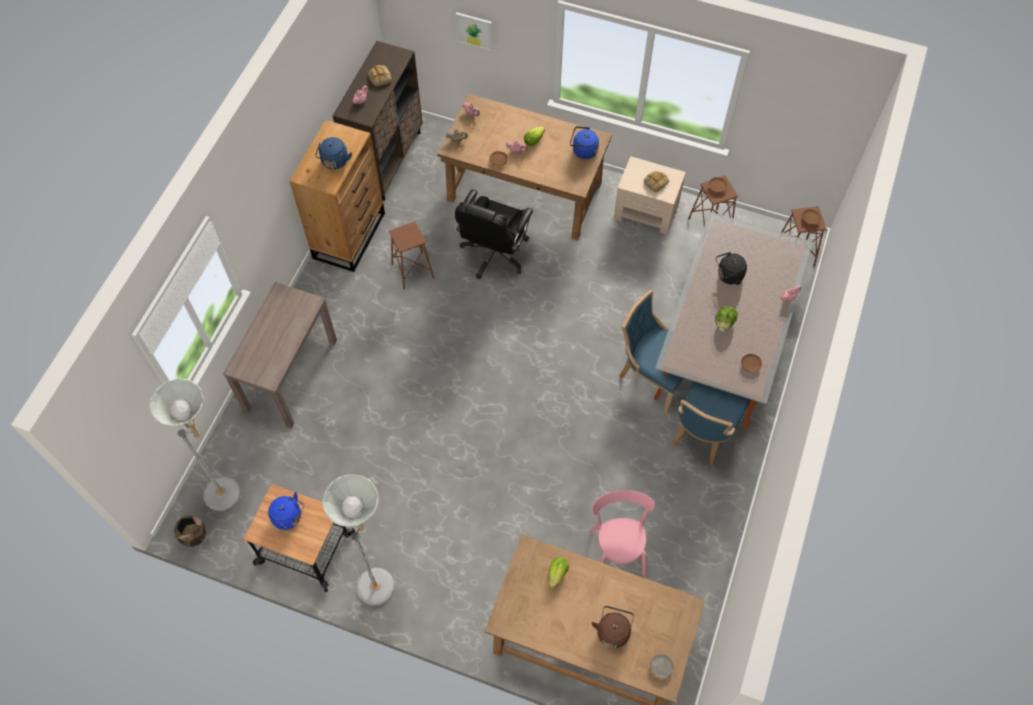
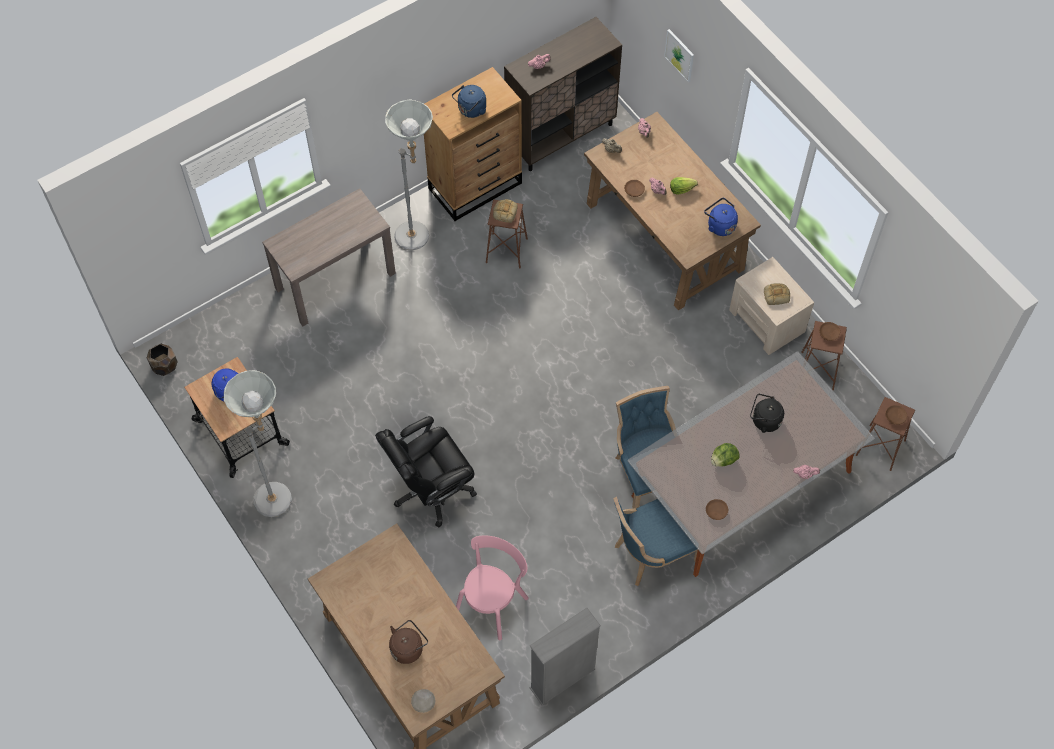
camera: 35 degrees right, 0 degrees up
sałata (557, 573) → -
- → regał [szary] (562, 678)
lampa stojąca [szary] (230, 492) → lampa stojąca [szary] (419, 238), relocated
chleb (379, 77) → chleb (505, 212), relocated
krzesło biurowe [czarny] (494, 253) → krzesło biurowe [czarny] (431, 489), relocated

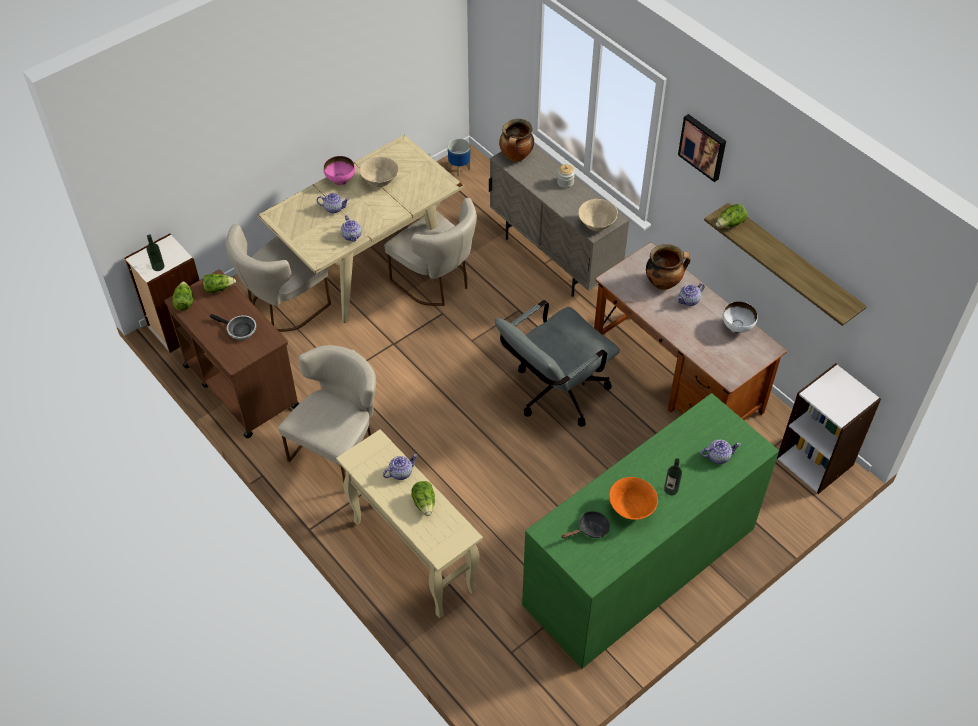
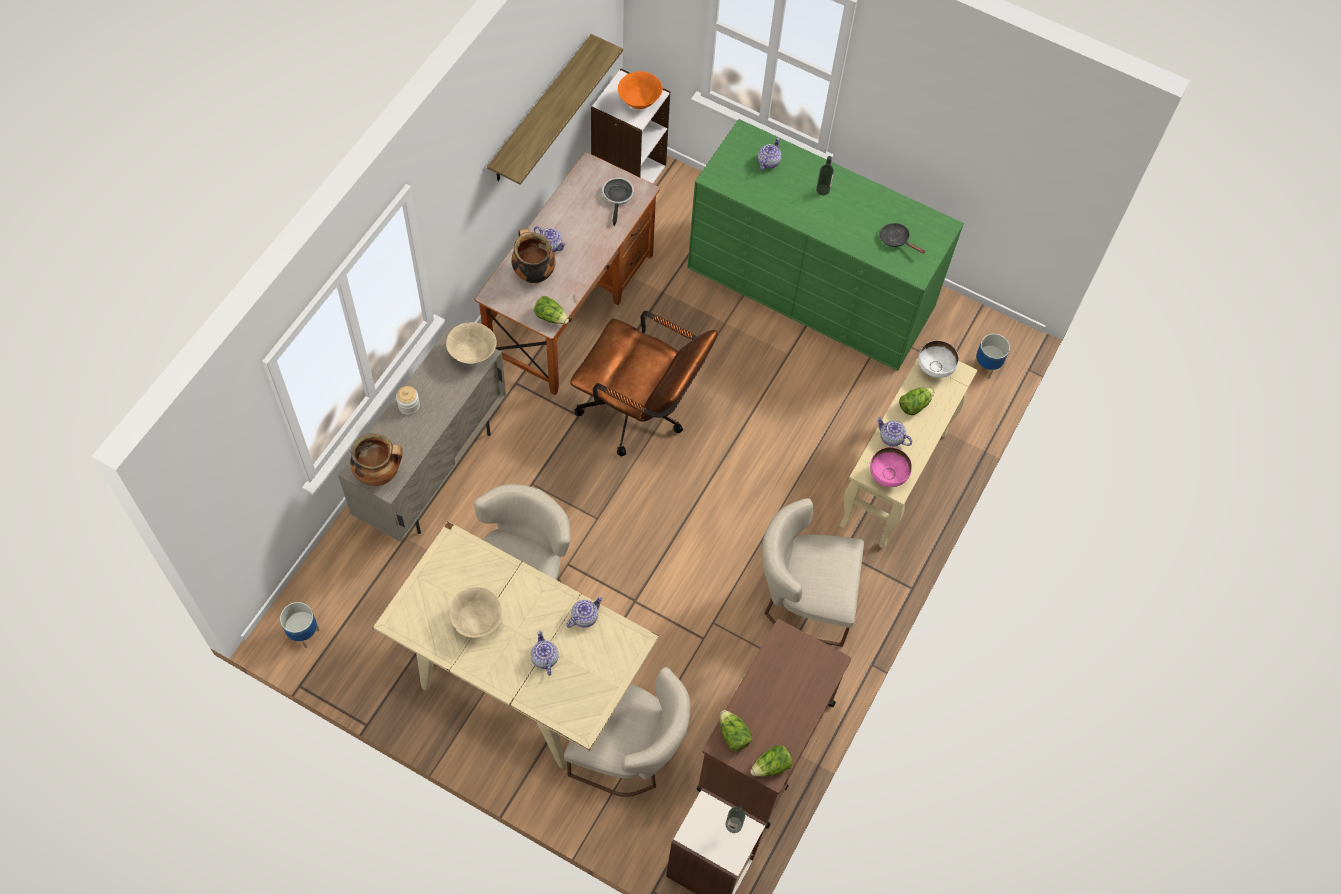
camera: 115 degrees left, 10 degrees up
obraz (703, 146) → -
- → donica (987, 366)
patelnia (239, 330) → patelnia (618, 197), relocated
miska [różowy] (341, 180) → miska [różowy] (887, 476), relocated
miska [pomarańczowy] (631, 510) → miska [pomarańczowy] (639, 102), relocated
sałata (730, 224) → sałata (551, 316), relocated
miska [biały] (737, 327) → miska [biały] (935, 369), relocated
krzesło biurowe [szary] (554, 394) → krzesło biurowe [brązowy] (640, 413)
imbryk (718, 456) → imbryk (768, 161), 60 degrees clockwise

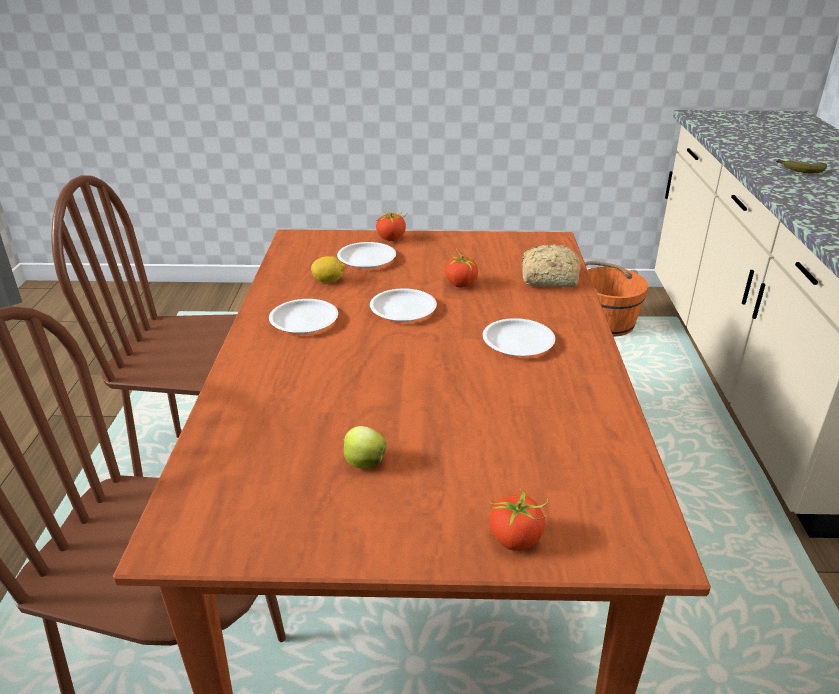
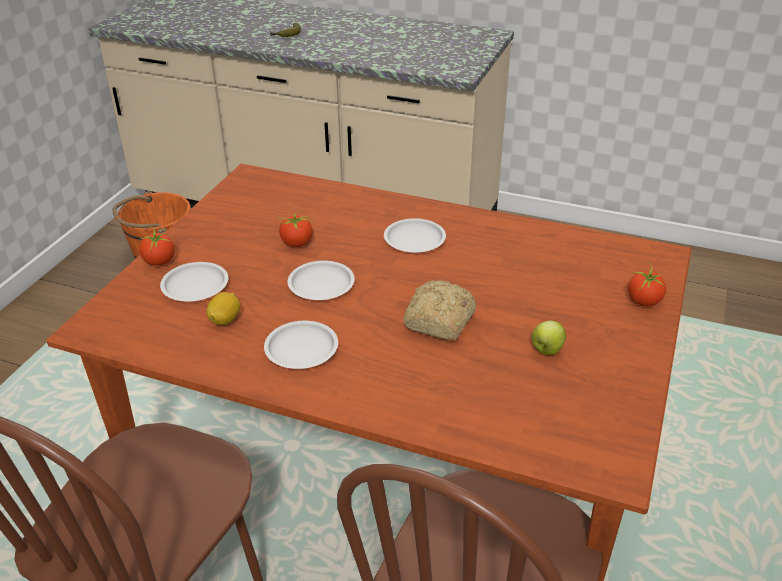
camera: 70 degrees left, 5 degrees up
chleb (547, 278) → chleb (438, 322), relocated

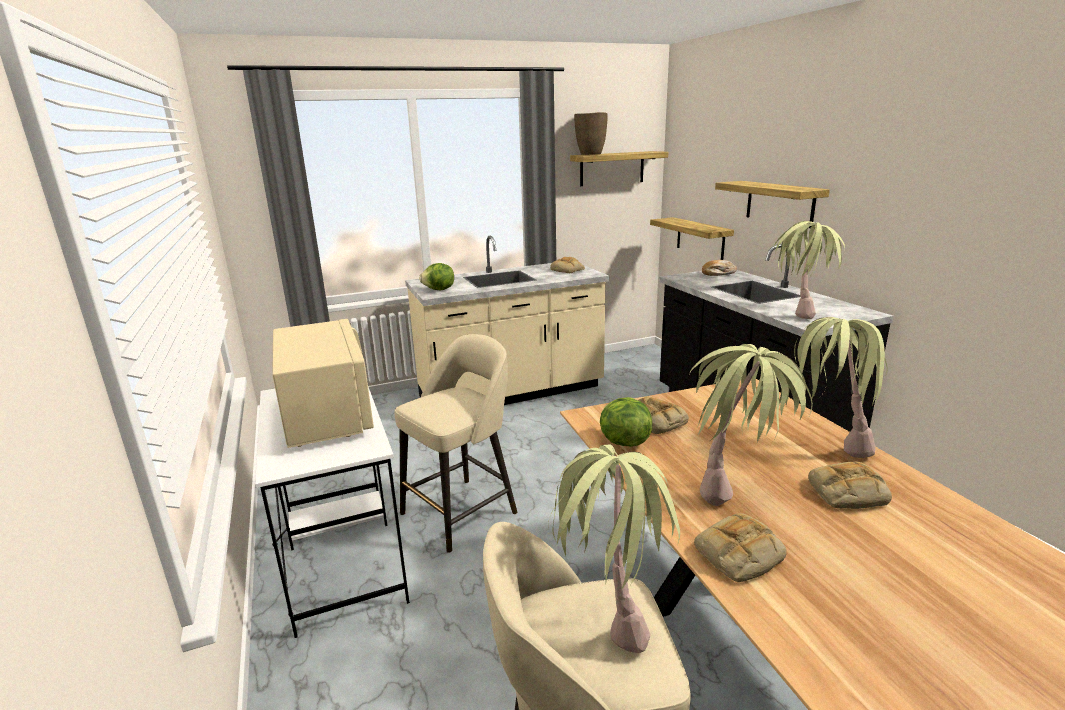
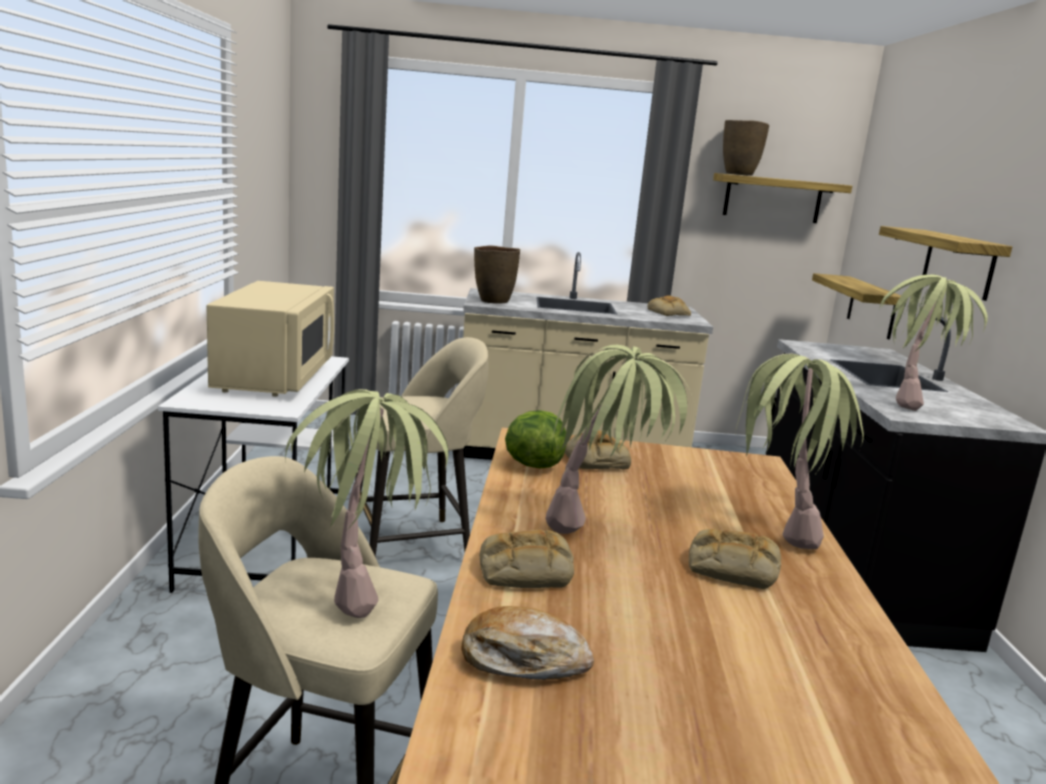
camera: 20 degrees right, 5 degrees down
chleb (718, 273) → chleb (523, 660), relocated
sałata (439, 290) → wazon [brązowy] (493, 301)

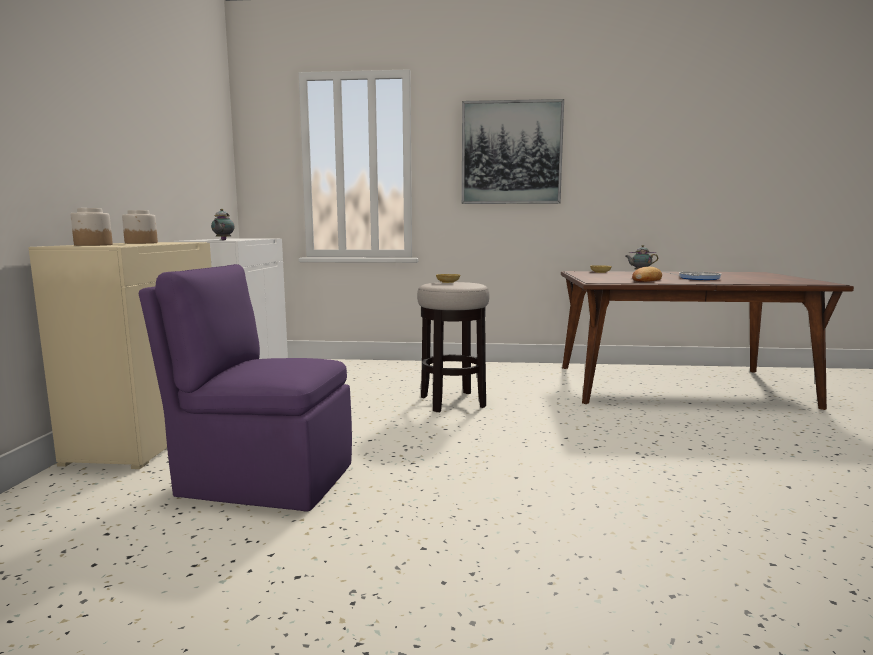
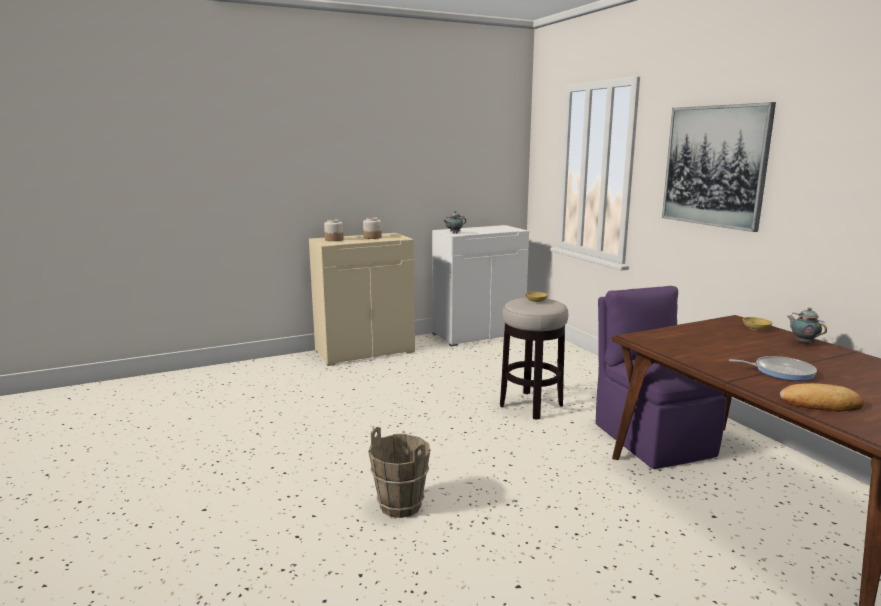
camera: 60 degrees right, 5 degrees up
- → wiadro [brązowy] (400, 505)
krzesło [fioletowy] (263, 479) → krzesło [fioletowy] (651, 438), relocated
chleb (646, 280) → chleb (820, 404), relocated

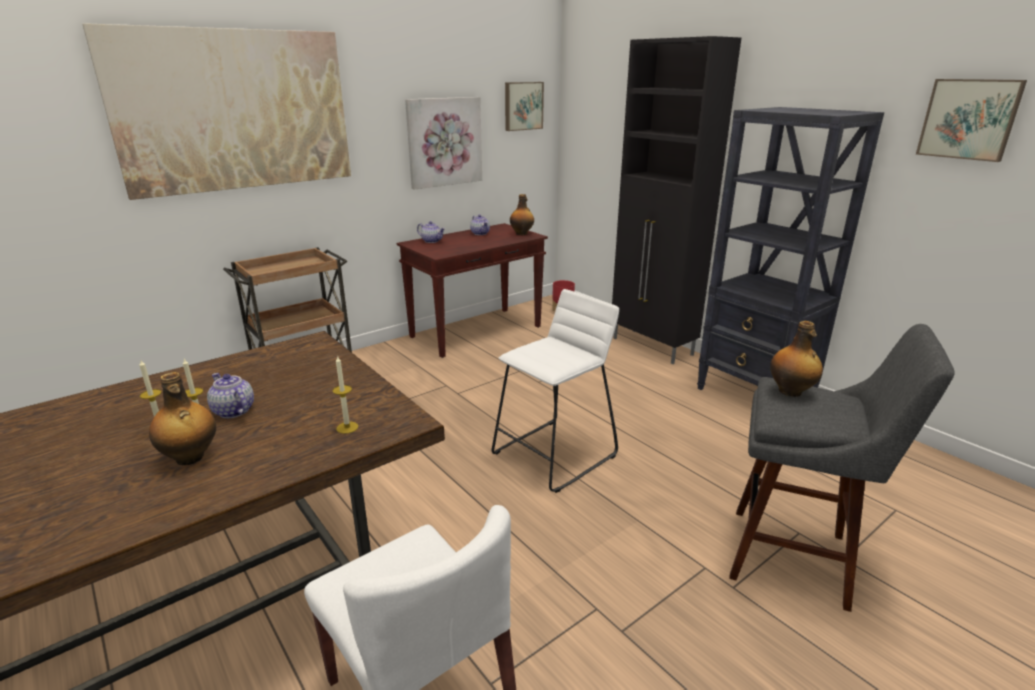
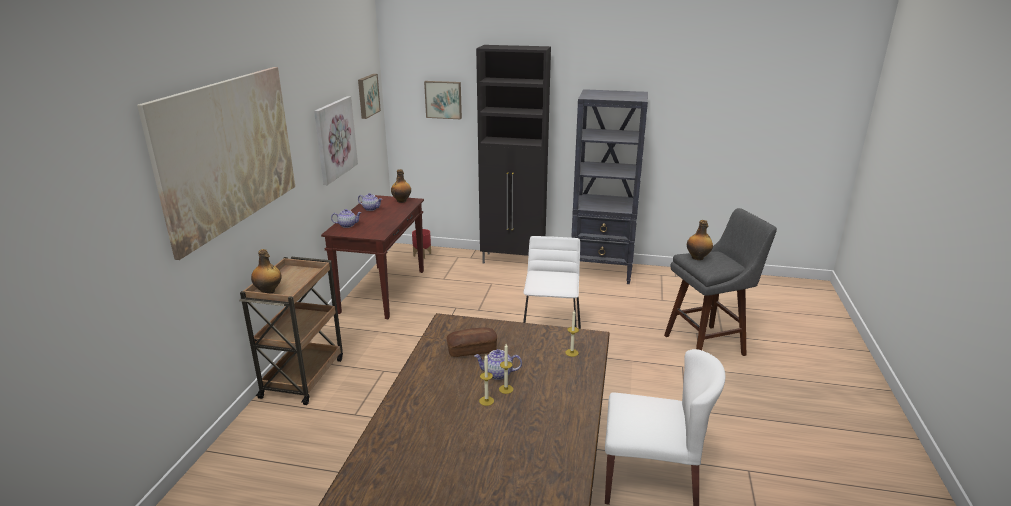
camera: 40 degrees left, 0 degrees up
- → chleb (472, 350)
butelka (190, 458) → butelka (268, 291), relocated
obraz (969, 119) → obraz (443, 99), relocated

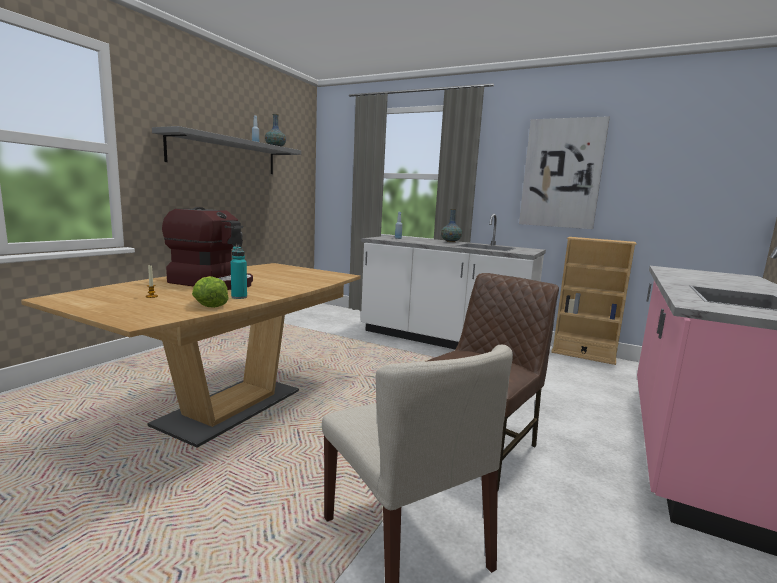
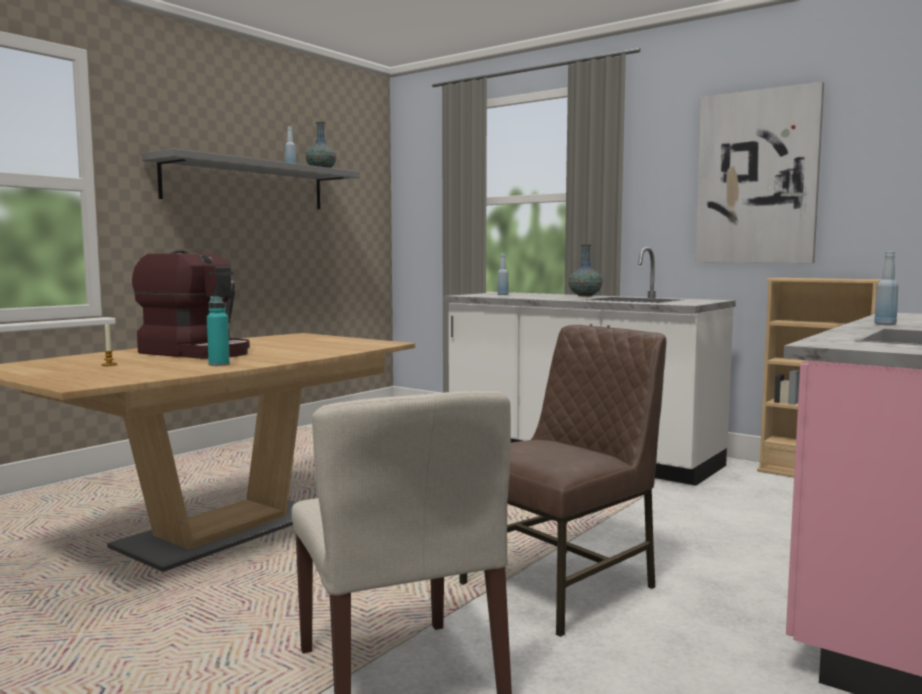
camera: 10 degrees right, 5 degrees down
sałata (209, 304) → -
- → butelka [niebieski] (885, 324)

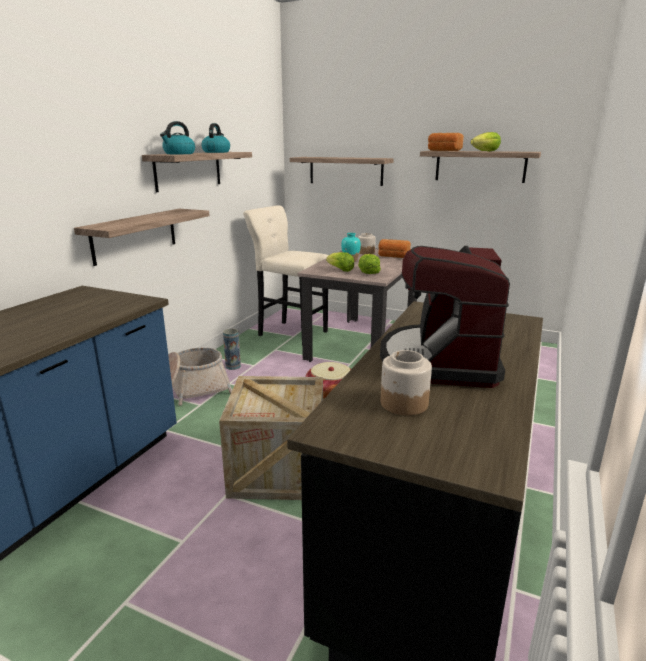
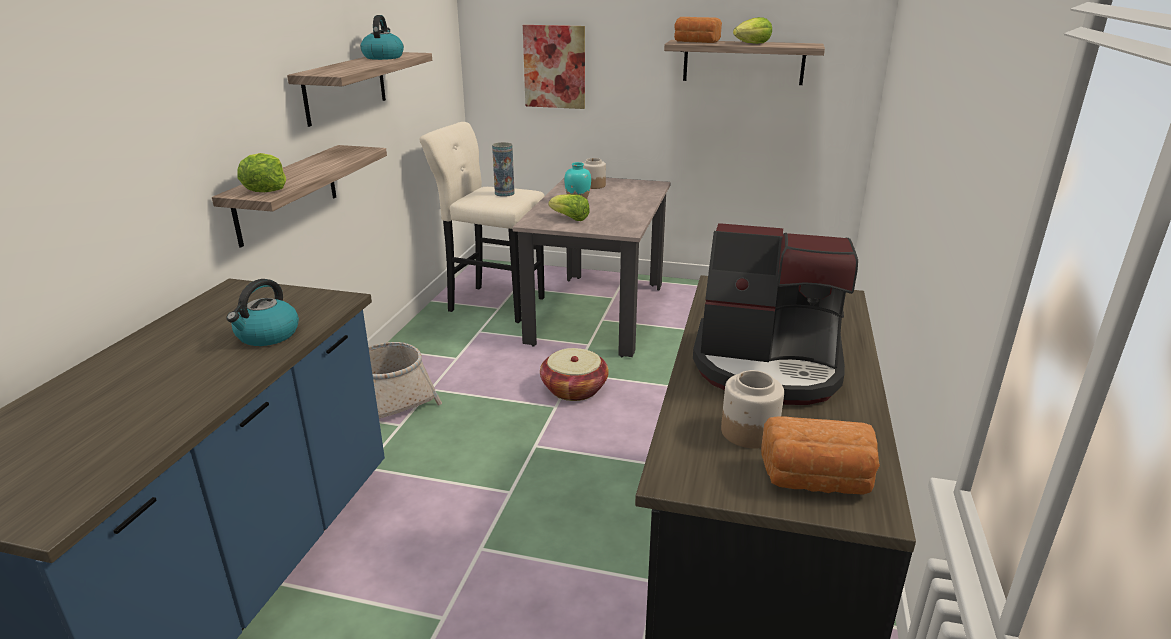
camera: 10 degrees left, 5 degrees up
skrzynka (278, 470) → -
czajnik (179, 154) → czajnik (267, 335), relocated
wazon (233, 366) → wazon (504, 193), relocated
sałata (368, 272) → sałata (265, 188), relocated
chleb (393, 257) → chleb (816, 481), relocated
półka (346, 171) → obraz (554, 67)
ekspres do kawy (440, 360) → ekspres do kawy (768, 366), 75 degrees counterclockwise

